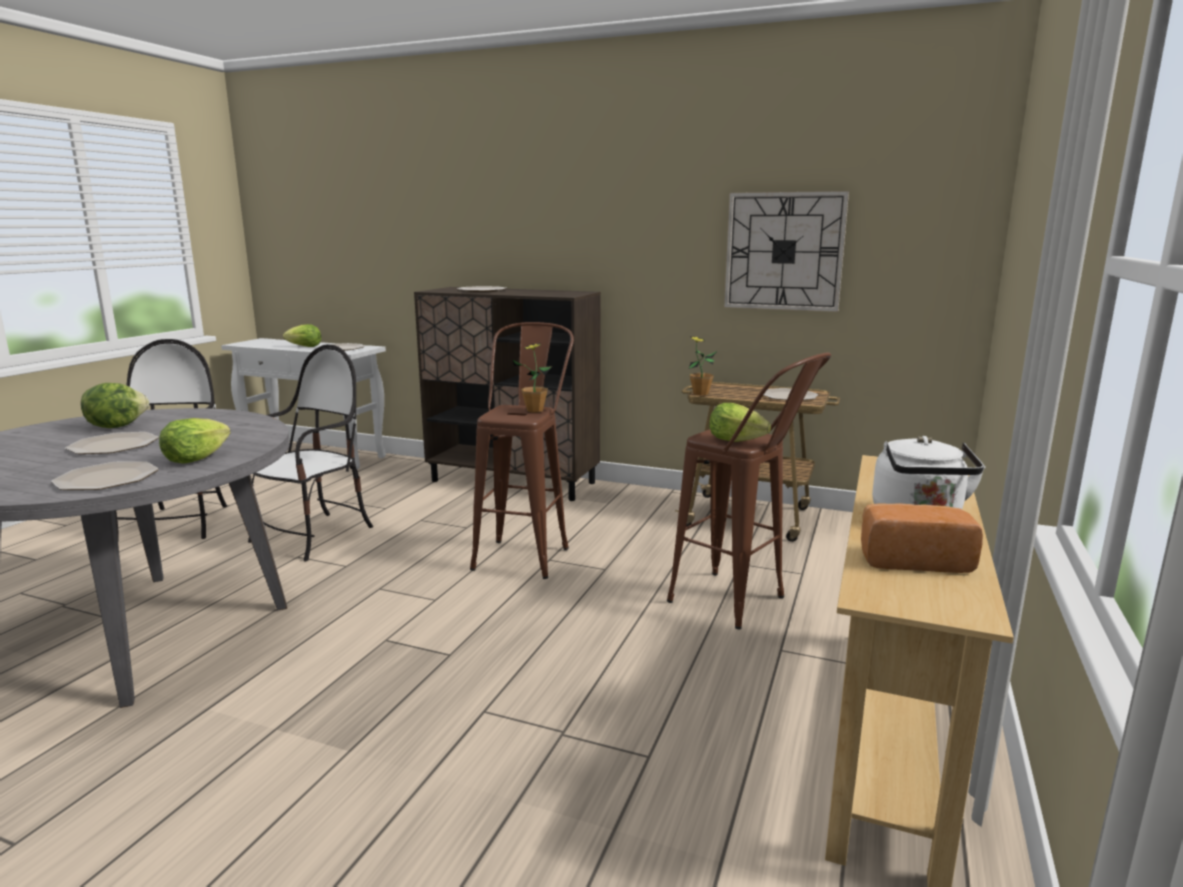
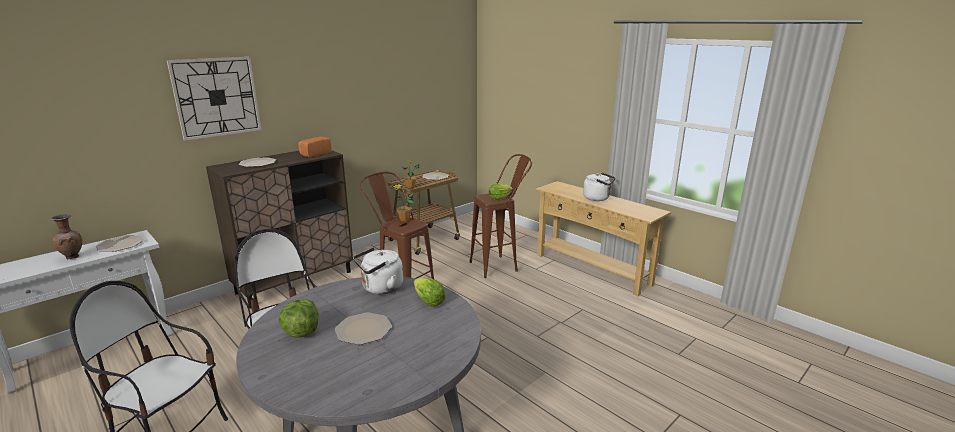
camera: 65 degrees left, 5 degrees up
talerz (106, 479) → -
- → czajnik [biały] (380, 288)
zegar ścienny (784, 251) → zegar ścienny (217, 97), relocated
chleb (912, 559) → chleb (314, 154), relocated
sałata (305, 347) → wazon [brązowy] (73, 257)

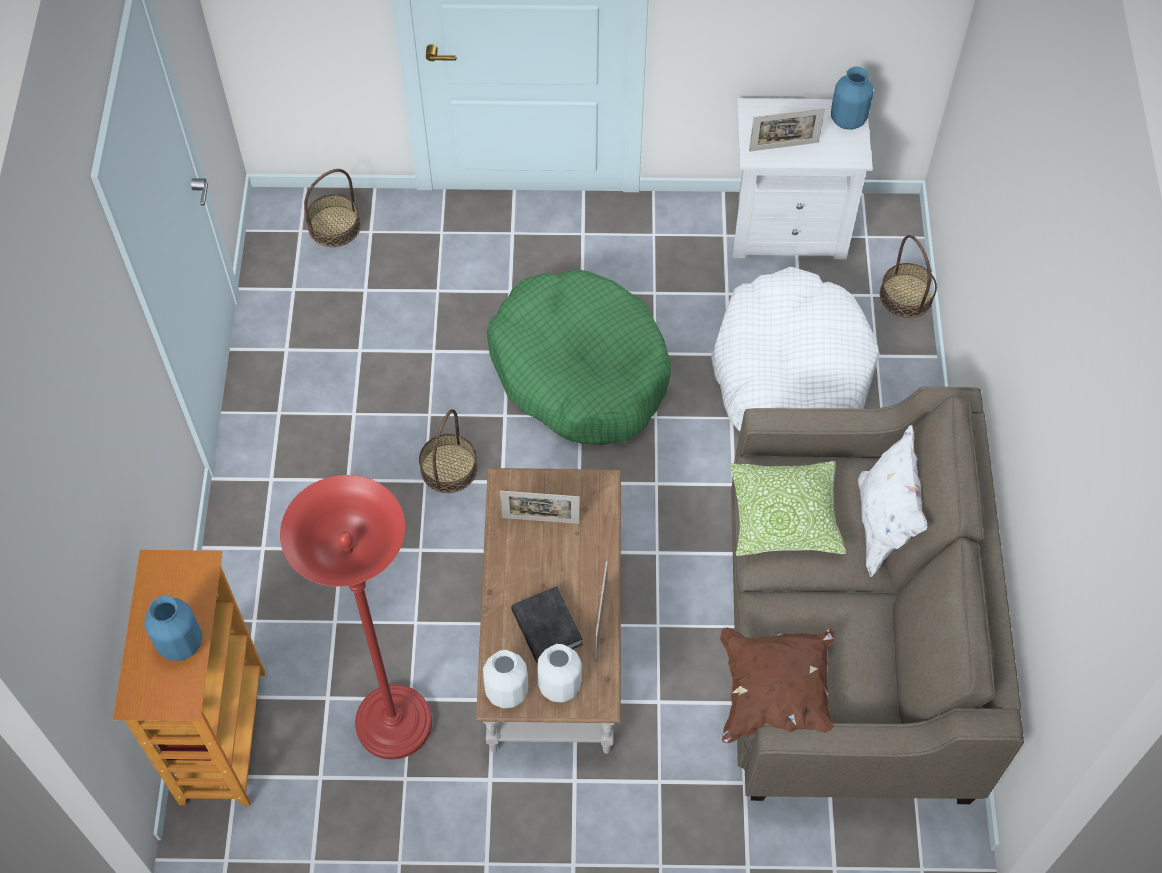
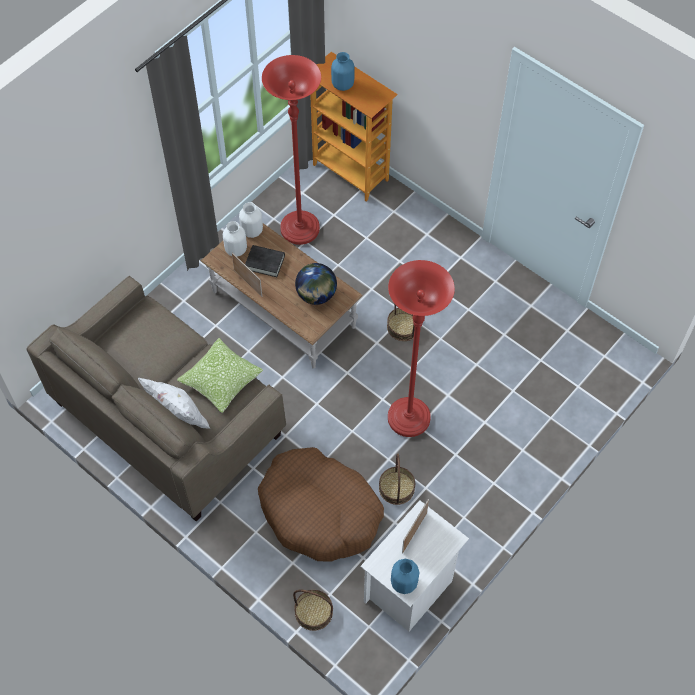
camera: 130 degrees right, 0 degrees up
poduszka [brązowy] (776, 695) → -
koszyk (334, 226) → koszyk (396, 488), relocated
legowisko [zielony] (580, 370) → lampa stojąca [czerwony] (408, 418)
ramka na zdjęcie (540, 520) → globus (316, 295)
legowisko [biały] (790, 374) → legowisko [brązowy] (320, 511)

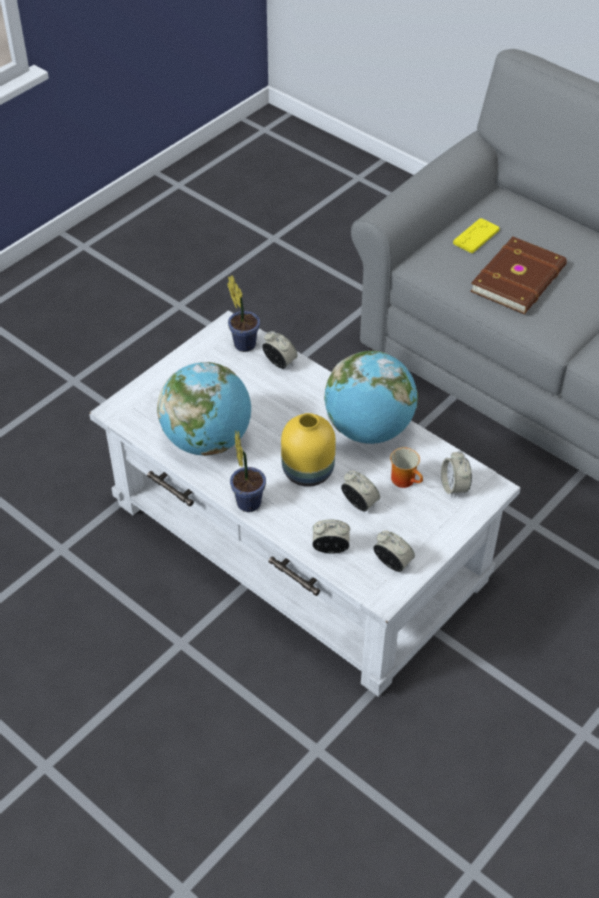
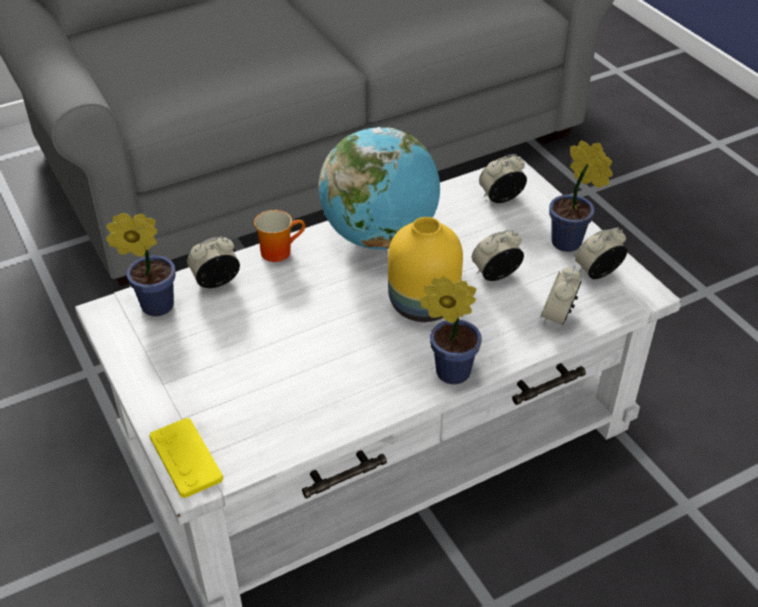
camera: 70 degrees left, 5 degrees down
globus (207, 441) → -
książka [brązowy] (520, 279) → -
- → roślina doniczkowa (570, 244)
kubek (406, 480) → kubek (278, 250), relocated
pad do gier [żółty] (476, 236) → pad do gier [żółty] (186, 458), relocated
budzik (454, 487) → budzik (501, 198), 150 degrees clockwise

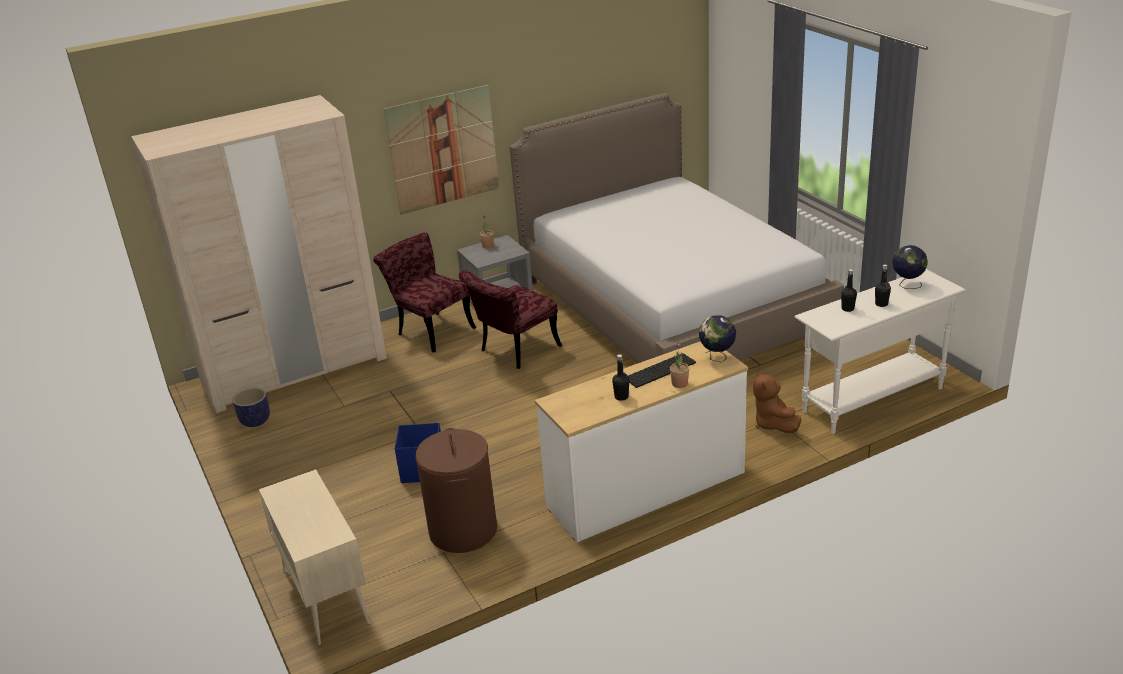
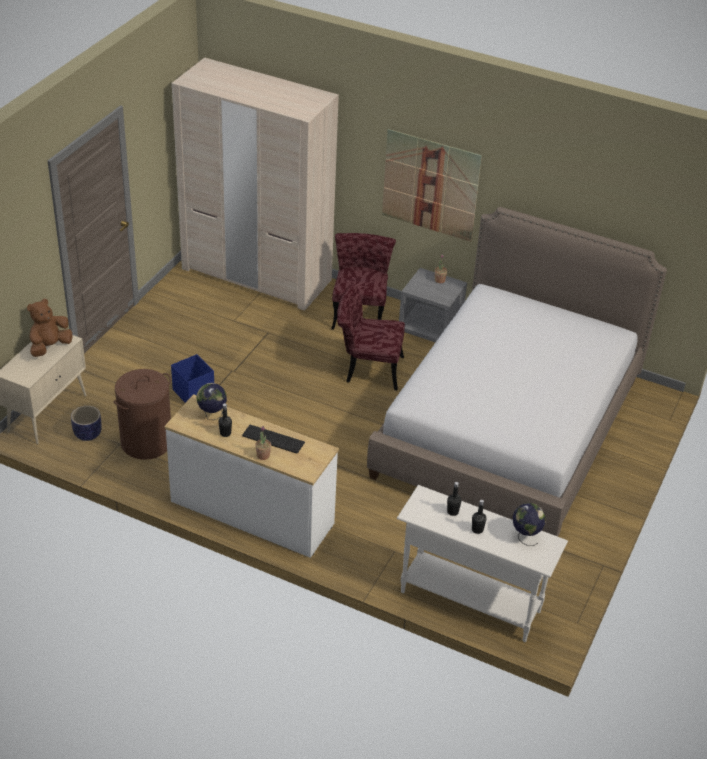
camera: 50 degrees right, 10 degrees up
donica (255, 421) → donica (87, 434), relocated
globus (717, 358) → globus (212, 415), relocated
pluszak [brązowy] (773, 424) → pluszak [brązowy] (50, 347), relocated

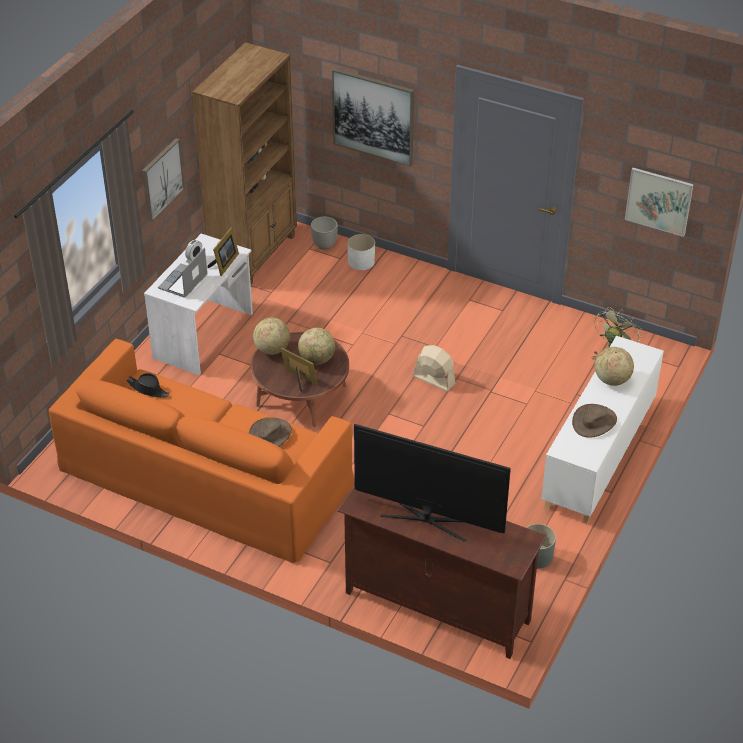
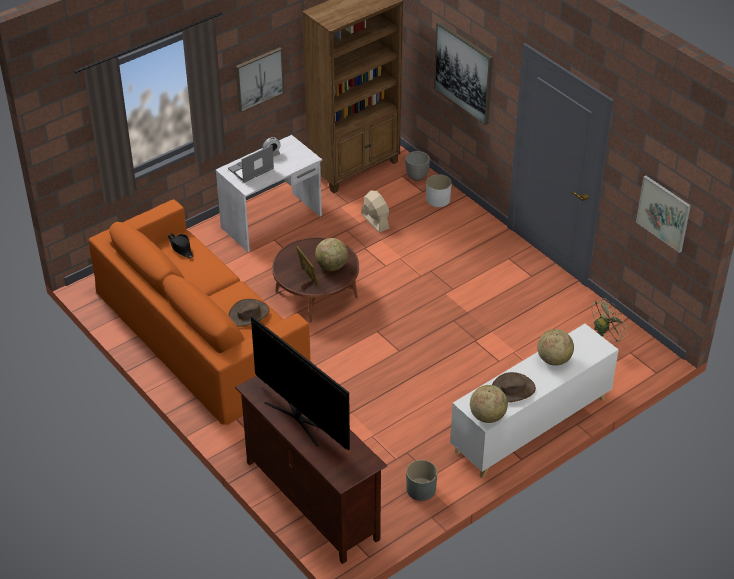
camera: 25 degrees right, 0 degrees up
ramka na zdjęcie (224, 264) → -
globus (272, 349) → globus (487, 416), relocated
wentylator [beżowy] (434, 379) → wentylator [beżowy] (375, 221), relocated

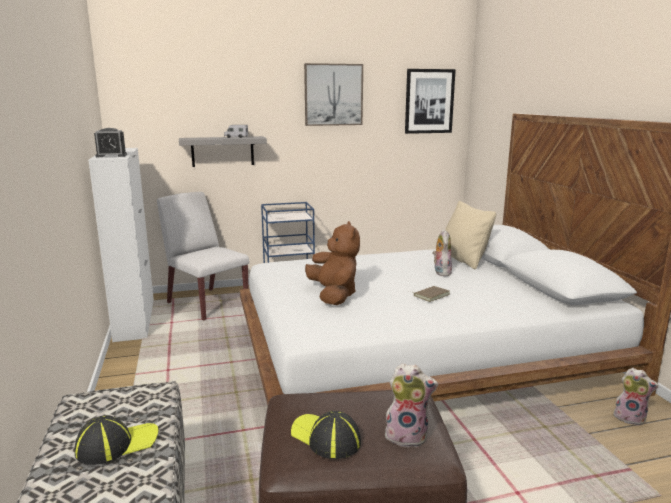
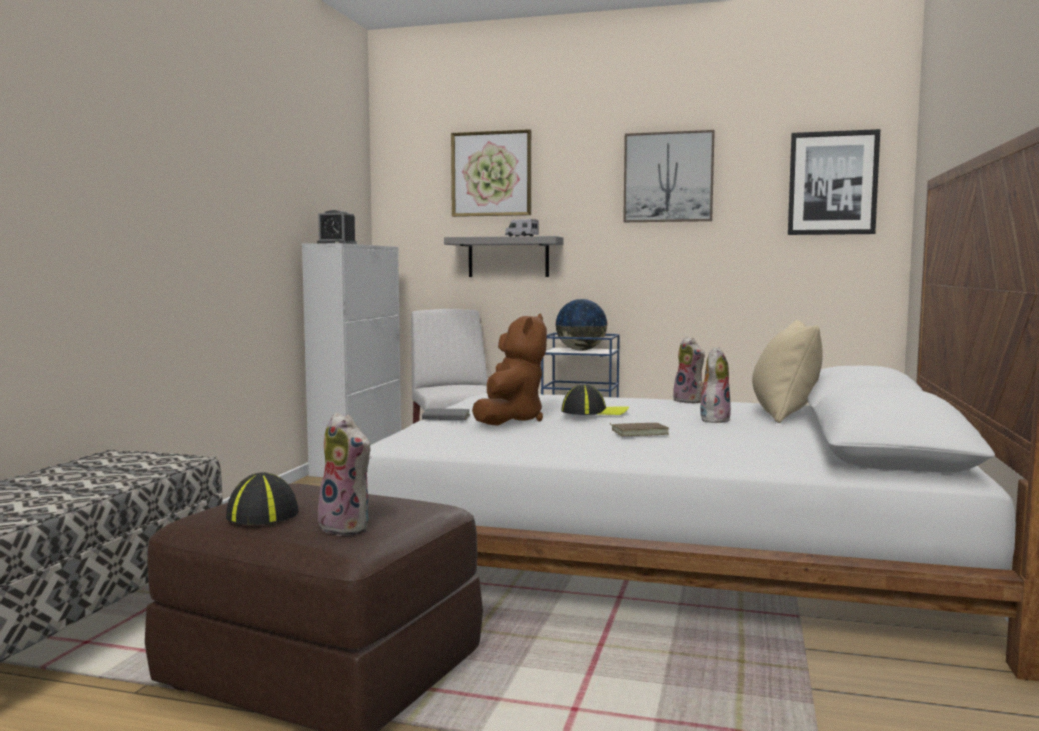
camera: 30 degrees right, 10 degrees down
- → książka [szary] (445, 418)
- → obraz (491, 174)
- → globus (581, 350)
czapka z daszkiem (117, 444) → czapka z daszkiem (594, 412), relocated
pluszak (630, 418) → pluszak (690, 401), relocated

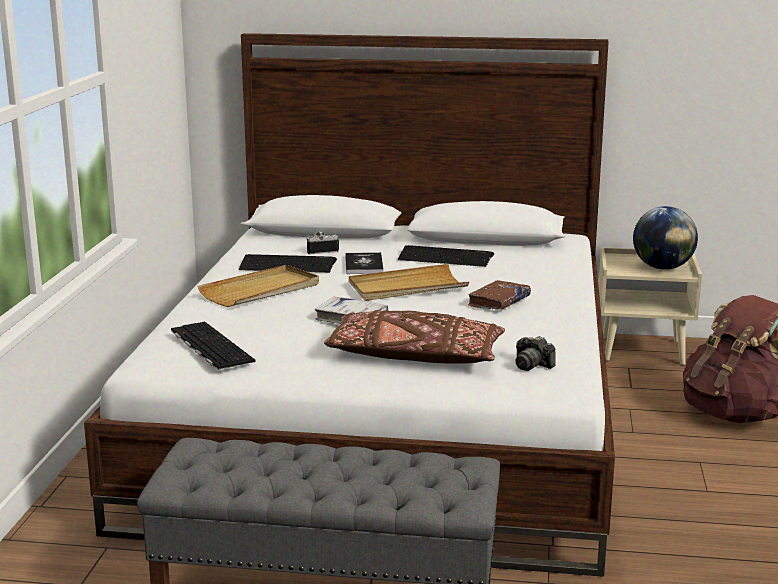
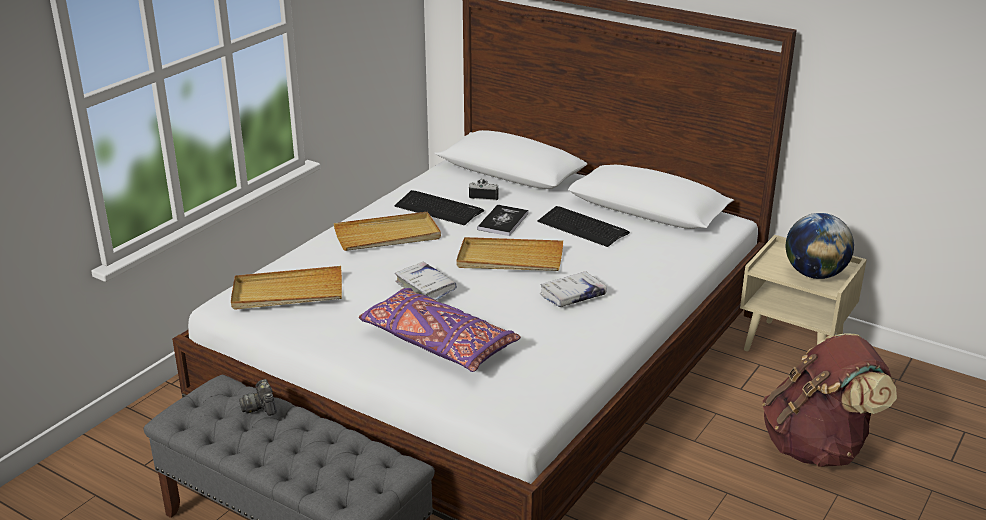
camera: 25 degrees right, 10 degrees up
aparat fotograficzny (531, 365) → aparat fotograficzny (261, 407), relocated
klawiatura (209, 346) → taca [beżowy] (287, 292)
poduszka [brązowy] (414, 356) → poduszka [fioletowy] (437, 343)
książka [brązowy] (499, 302) → książka [biały] (572, 296)

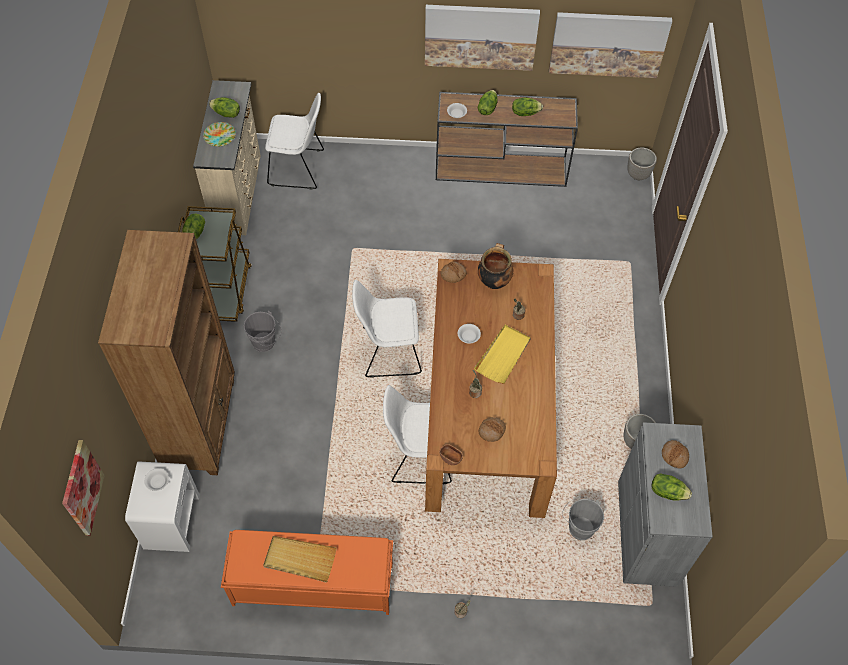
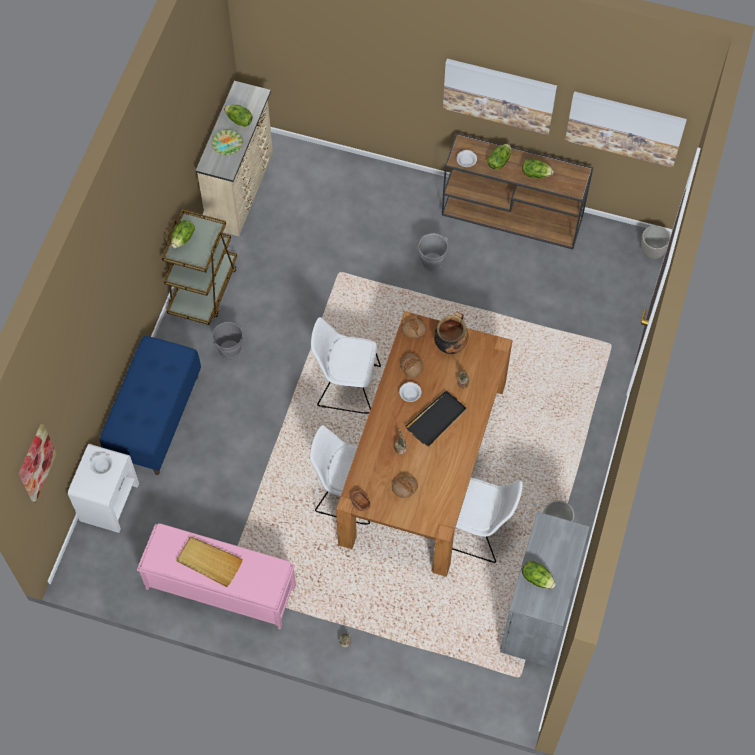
camera: 15 degrees right, 5 degrees up
krzesło [biały] (299, 168) → krzesło [biały] (480, 530), relocated
wiadro [szary] (578, 527) → wiadro [szary] (430, 260), relocated
chleb (674, 456) → chleb (411, 367), relocated
regał [brązowy] (201, 424) → ławka [niebieski] (155, 417)
ławka [pomarańczowy] (312, 584) → ławka [różowy] (219, 587)
taca [żółty] (503, 355) → taca [czarny] (437, 419)

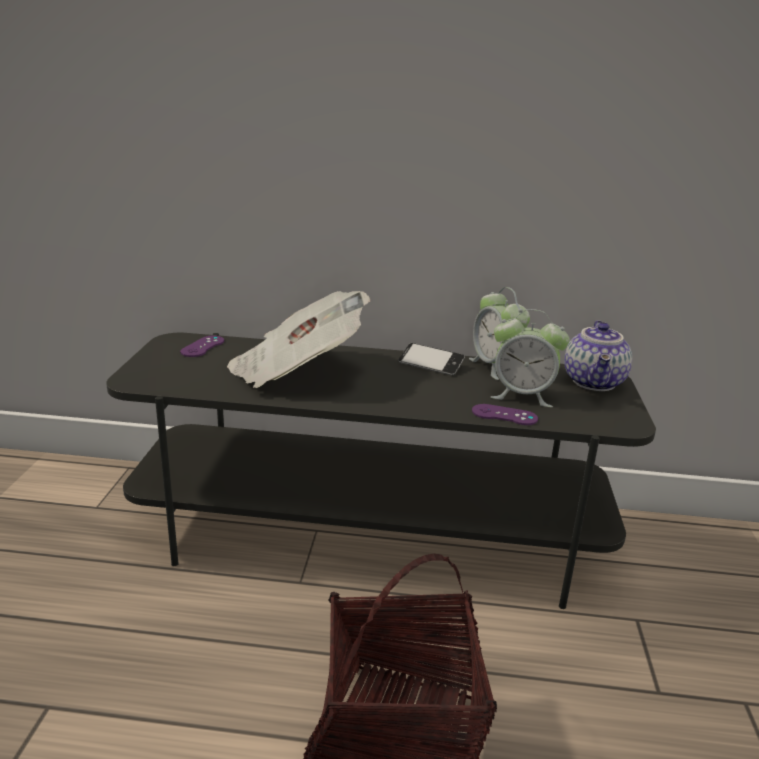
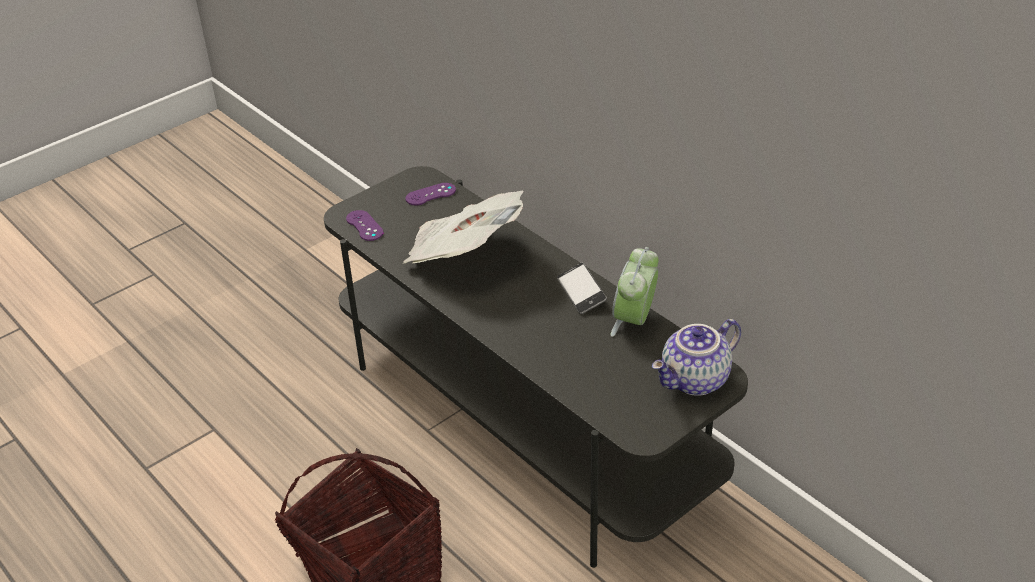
camera: 45 degrees right, 15 degrees up
budzik (522, 395) → -
pad do gier [fioletowy] (504, 415) → pad do gier [fioletowy] (364, 226), relocated

